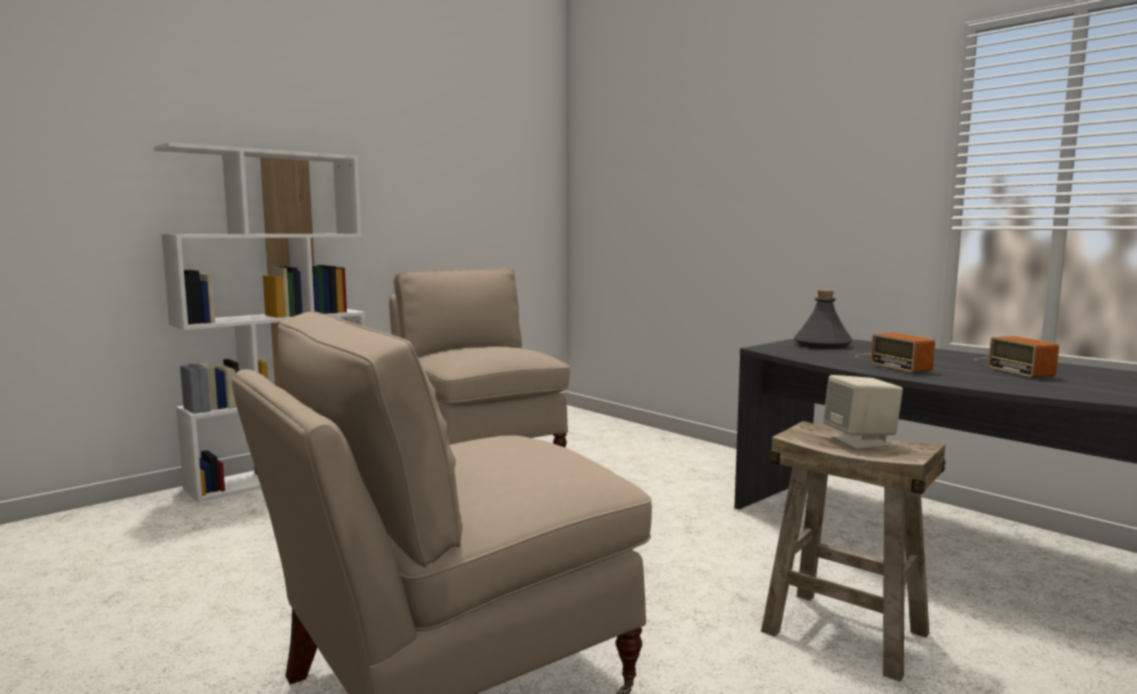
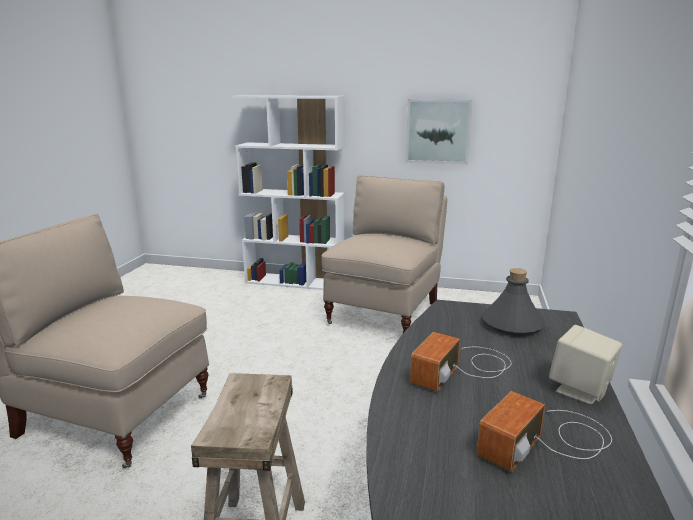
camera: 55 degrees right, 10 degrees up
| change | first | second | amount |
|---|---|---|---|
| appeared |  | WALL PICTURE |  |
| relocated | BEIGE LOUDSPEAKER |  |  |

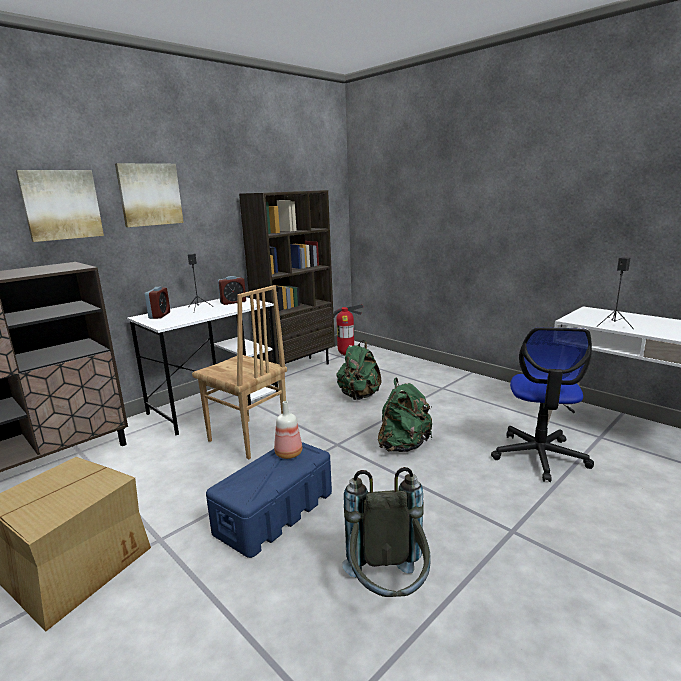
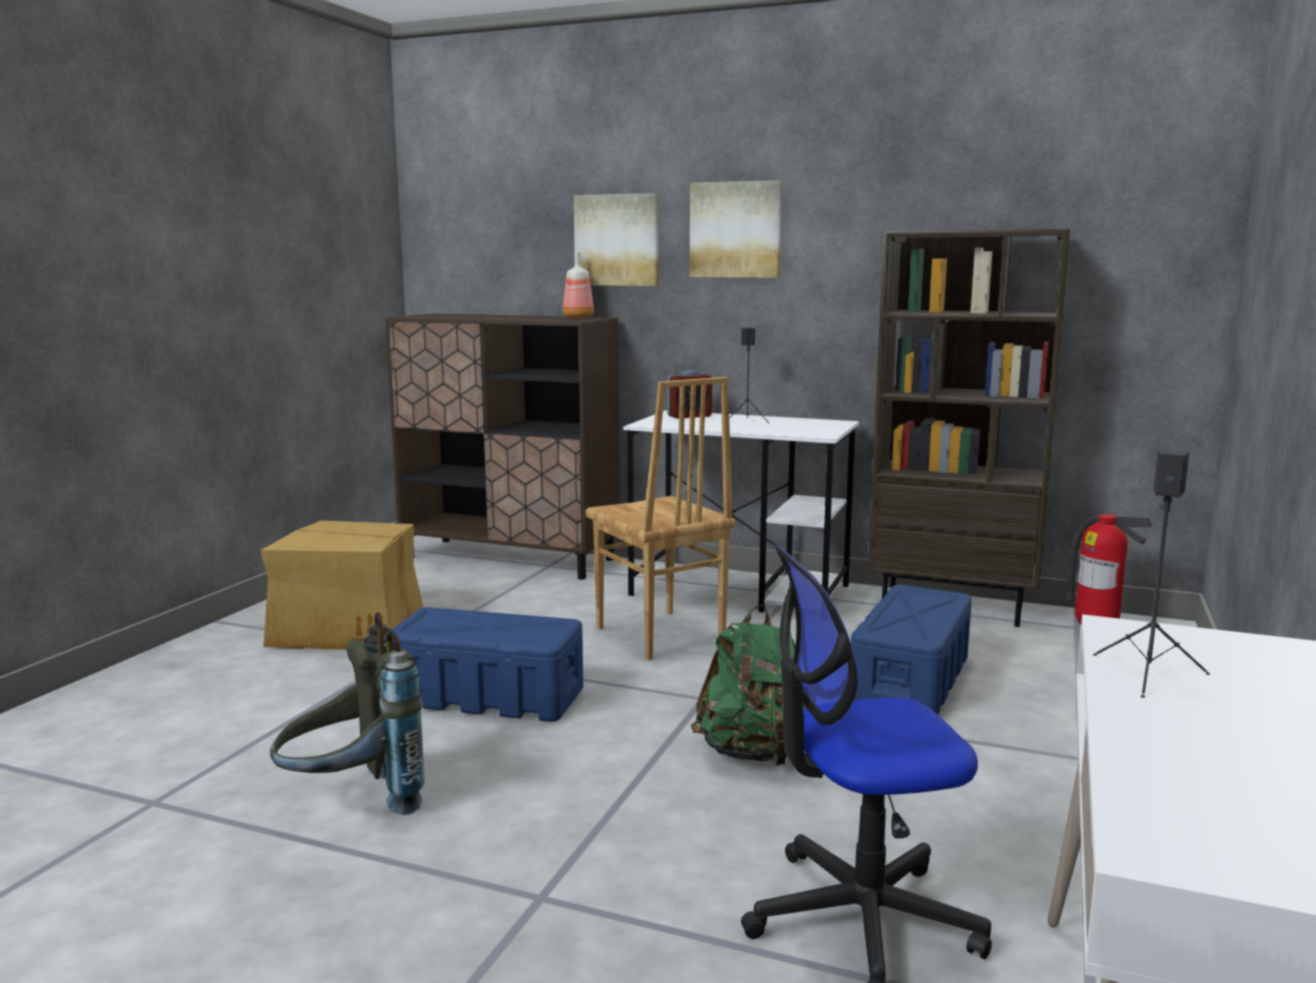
camera: 65 degrees right, 5 degrees down
| change | first | second | amount |
|---|---|---|---|
| relocated | DRINK BOTTLE |  |  |
| spun | BROWNISH UPRIGHT CHAIR |  | 45 degrees counterclockwise |
| exchanged | GREEN-COLOURED BACKPACK (no. 1 from left) | BLUISH STORAGE BOX (no. 2 from left) |  |
| missing | ALARM CLOCK (no. 2 from left) |  |  |

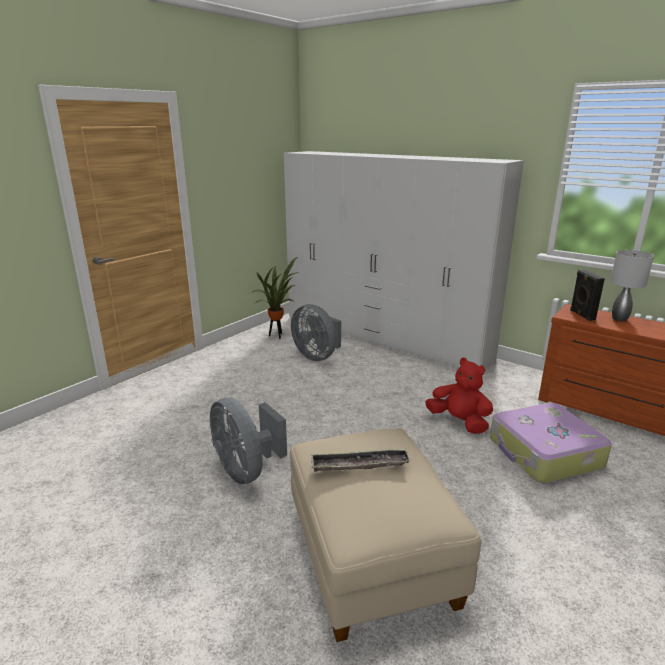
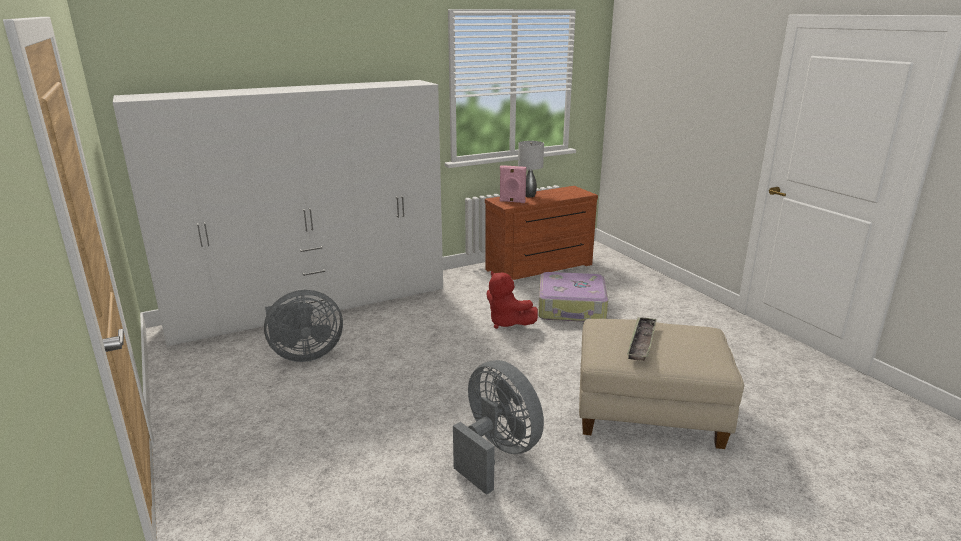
camera: 65 degrees left, 0 degrees up
| change | first | second | amount |
|---|---|---|---|
| spun | GREY ELECTRIC FAN (no. 1 from left in the first image) | GREY ELECTRIC FAN (no. 2 from left) | 120 degrees counterclockwise |
| spun | RED SOFT TOY |  | 105 degrees counterclockwise |
| colour | BLACK LOUDSPEAKER | PINKISH LOUDSPEAKER |  |
| missing | PLANT IN A POT |  |  |

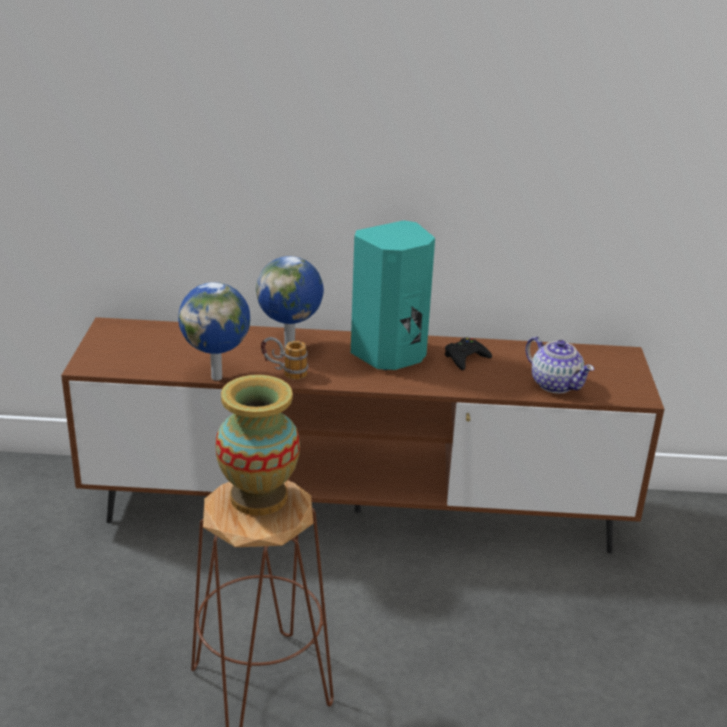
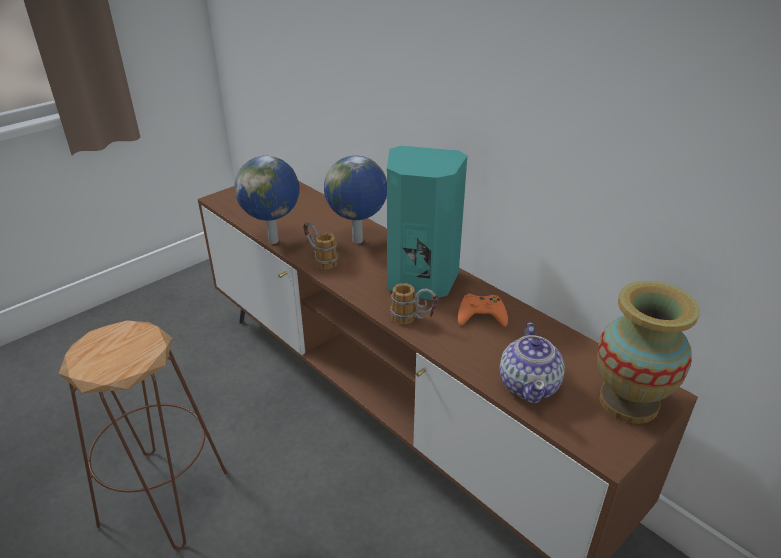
camera: 45 degrees right, 5 degrees up
| change | first | second | amount |
|---|---|---|---|
| appeared |  | MUG (no. 2 from left) |  |
| colour | BLACK GAMEPAD | ORANGEY GAMEPAD |  |
| relocated | DECORATIVE VASE |  |  |

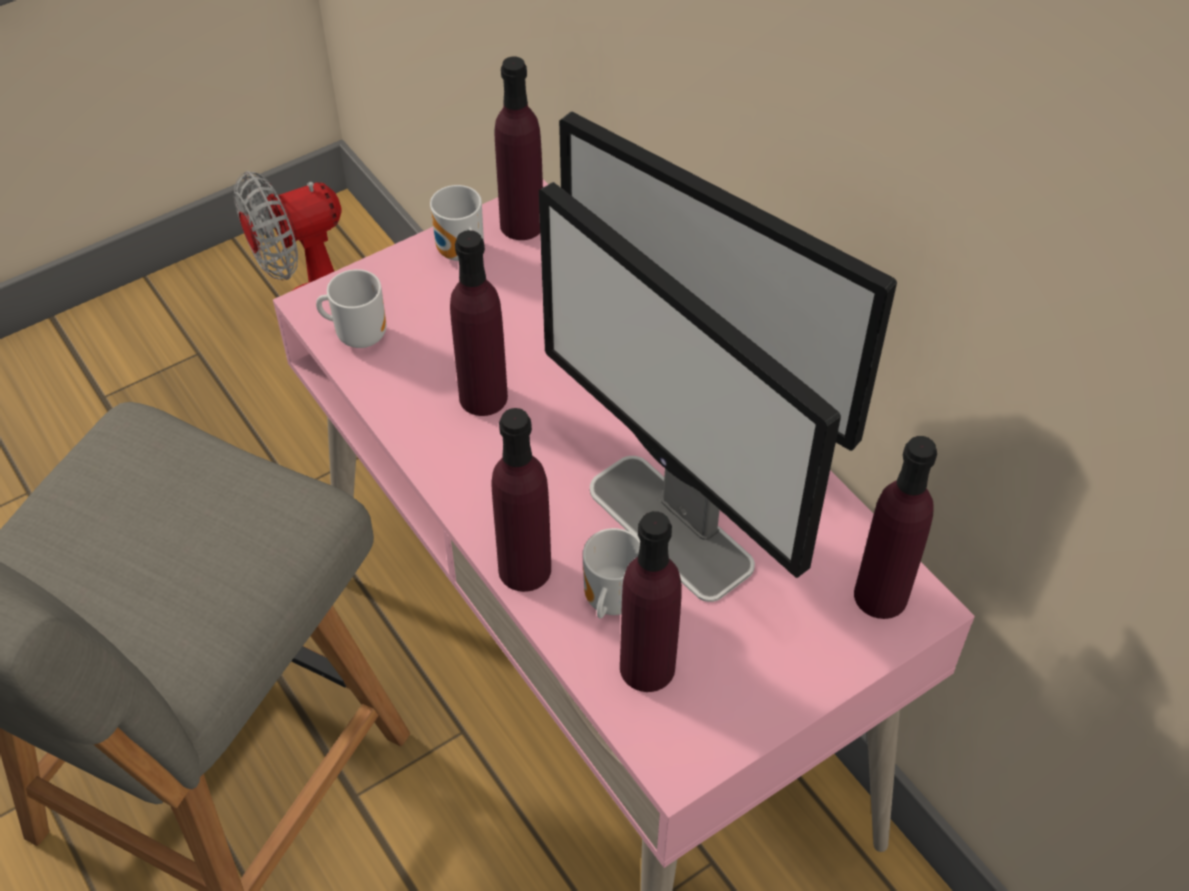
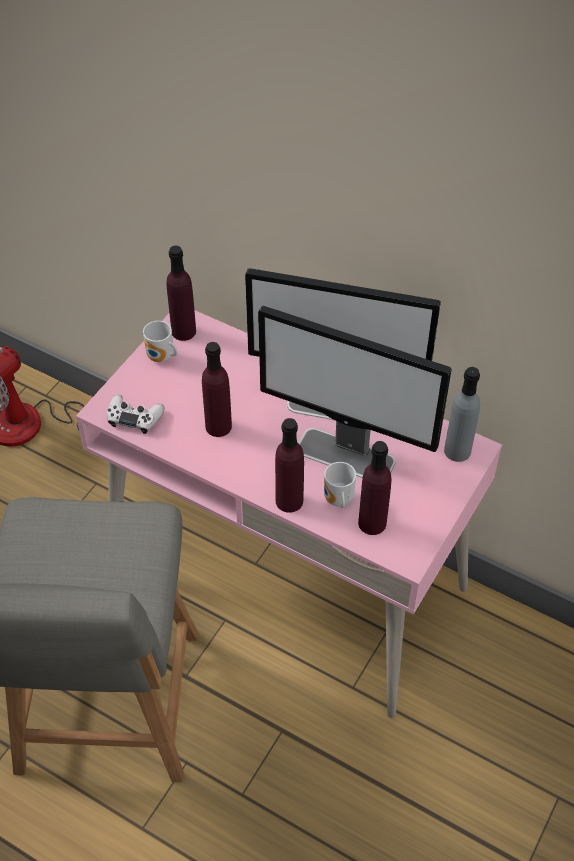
camera: 25 degrees left, 0 degrees up
| change | first | second | amount |
|---|---|---|---|
| exchanged | MUG (no. 1 from left) | WHITE GAMEPAD |  |
| colour | PURPLE-COLOURED DRINK BOTTLE (no. 5 from left) | GREY DRINK BOTTLE |  |

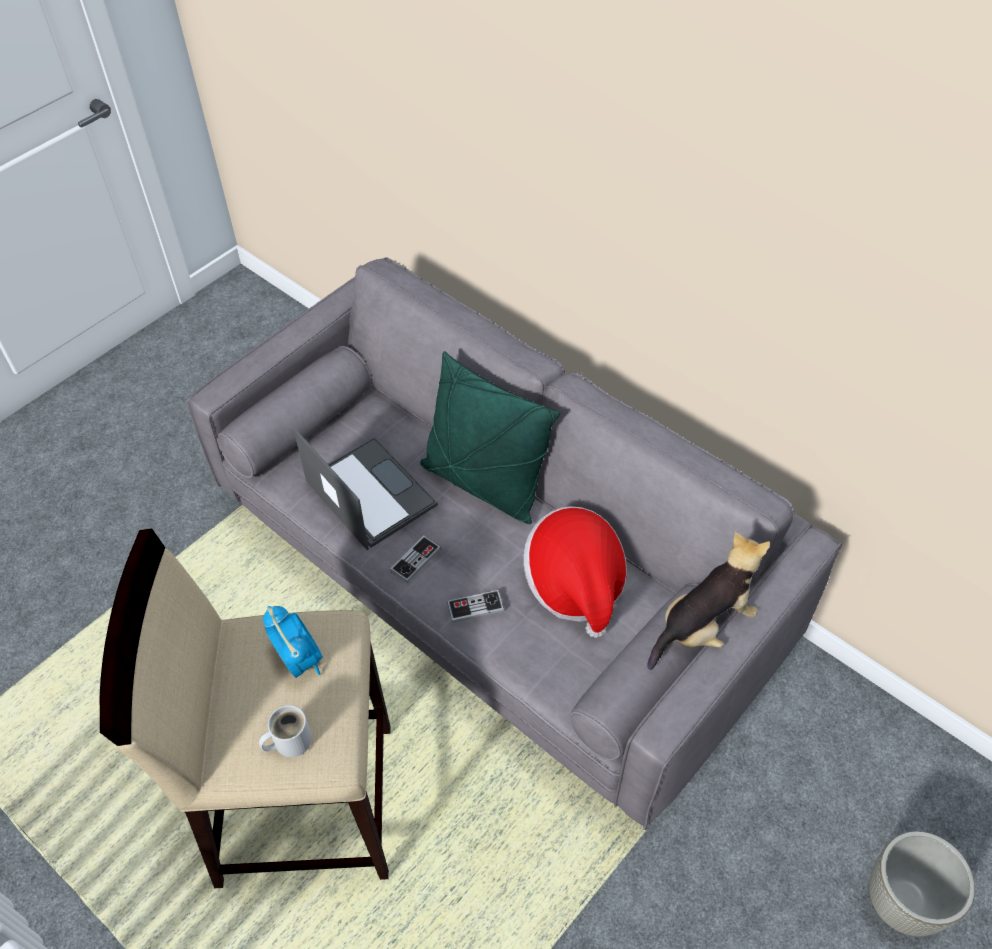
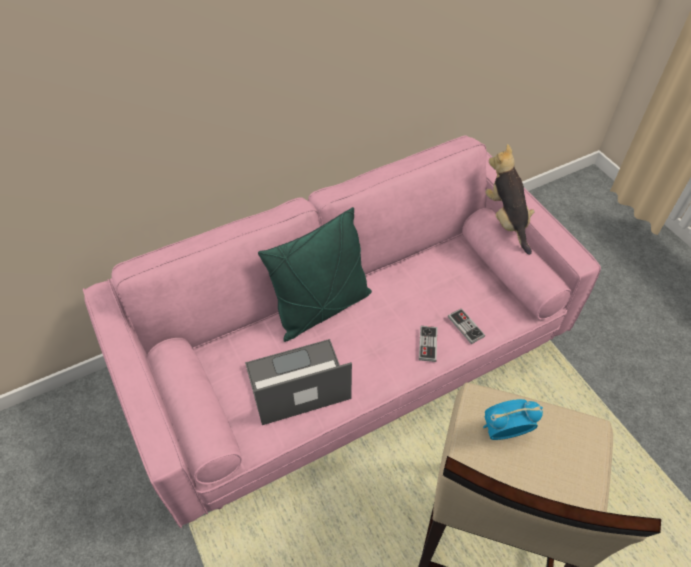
camera: 70 degrees left, 0 degrees up
| change | first | second | amount |
|---|---|---|---|
| colour | GREY SETTEE | PINKISH SETTEE |  |
| relocated | GAMEPAD (no. 1 from left in the first image) | GAMEPAD (no. 2 from left) |  |
| missing | WHITE MUG |  |  |
| missing | CLOTHING HAT |  |  |
| missing | GREY PLANT POT |  |  |

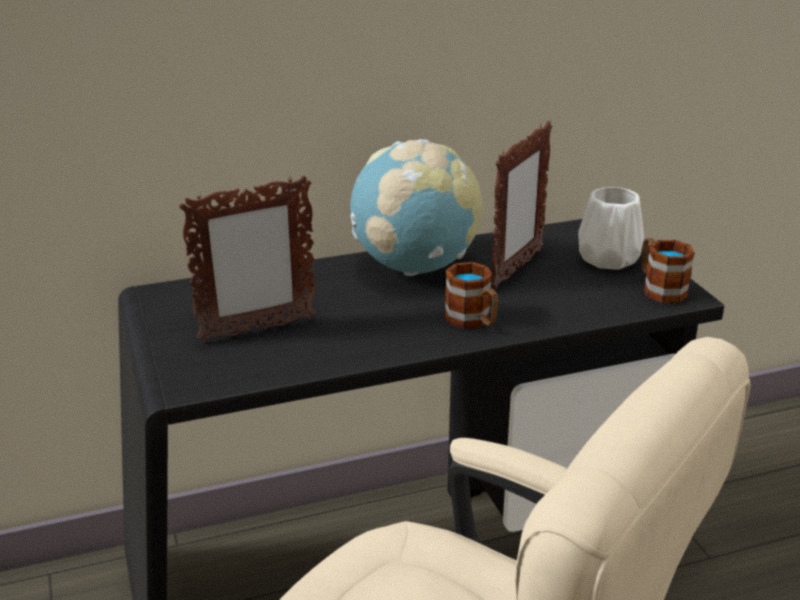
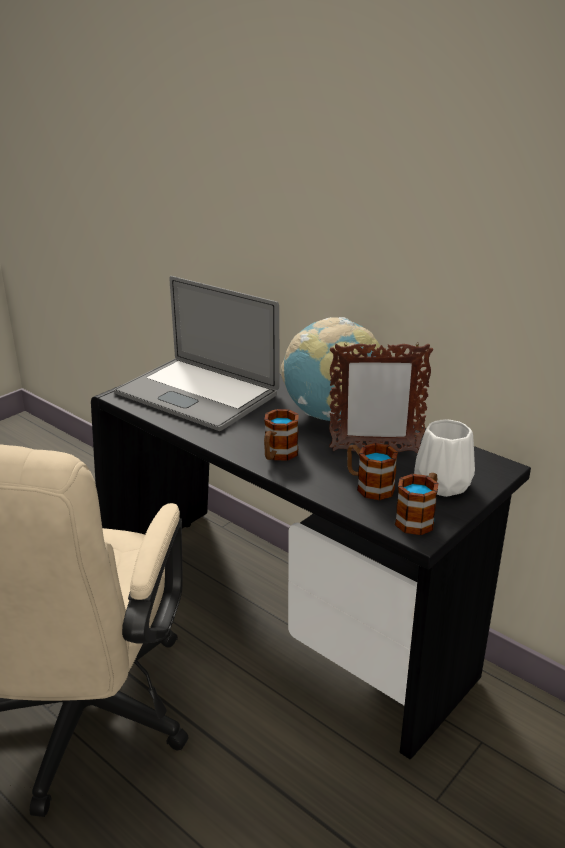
camera: 60 degrees right, 0 degrees up
| change | first | second | amount |
|---|---|---|---|
| exchanged | PICTURE FRAME (no. 1 from left) | PORTABLE COMPUTER |  |
| appeared |  | MUG (no. 2 from left) |  |

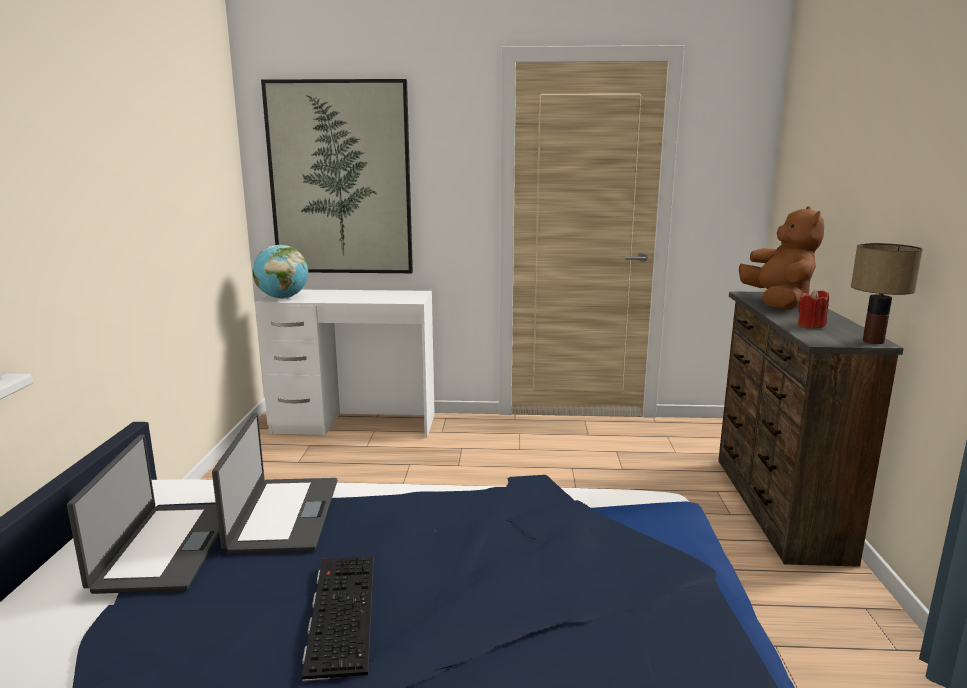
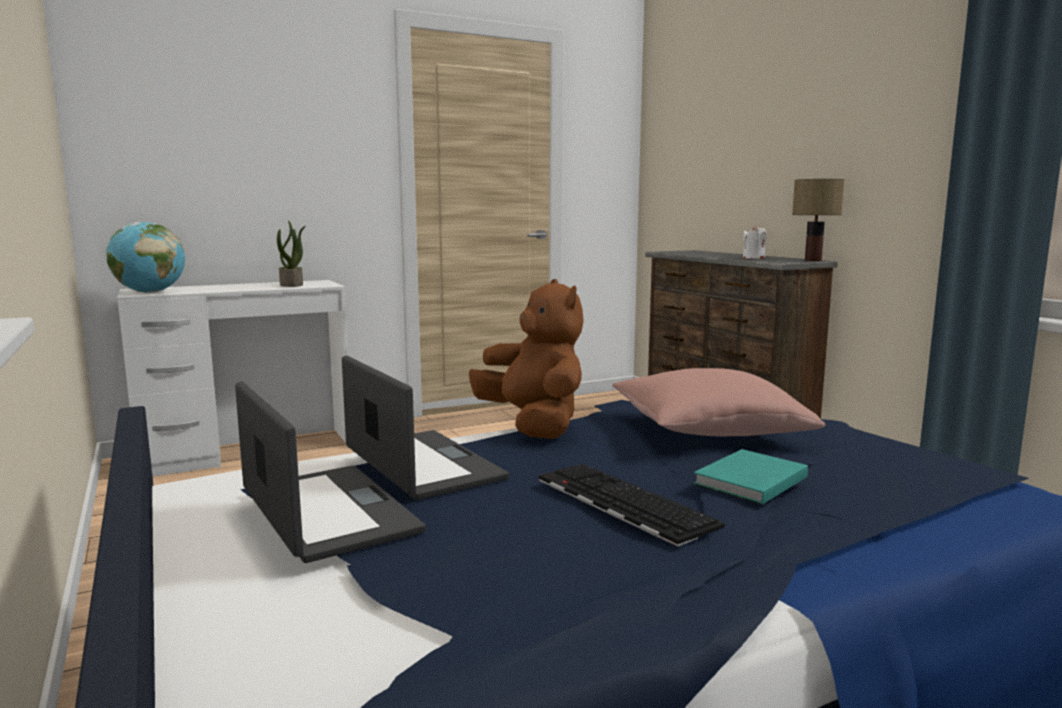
camera: 30 degrees left, 5 degrees down
| change | first | second | amount |
|---|---|---|---|
| appeared |  | PLANT IN A POT |  |
| relocated | BROWNISH SOFT TOY |  |  |
| appeared |  | PINKISH CUSHION |  |
| appeared |  | BLUE-GREEN BOUND BOOK |  |
| colour | RED CANDLE | WHITE CANDLE |  |
| missing | WALL PICTURE |  |  |

